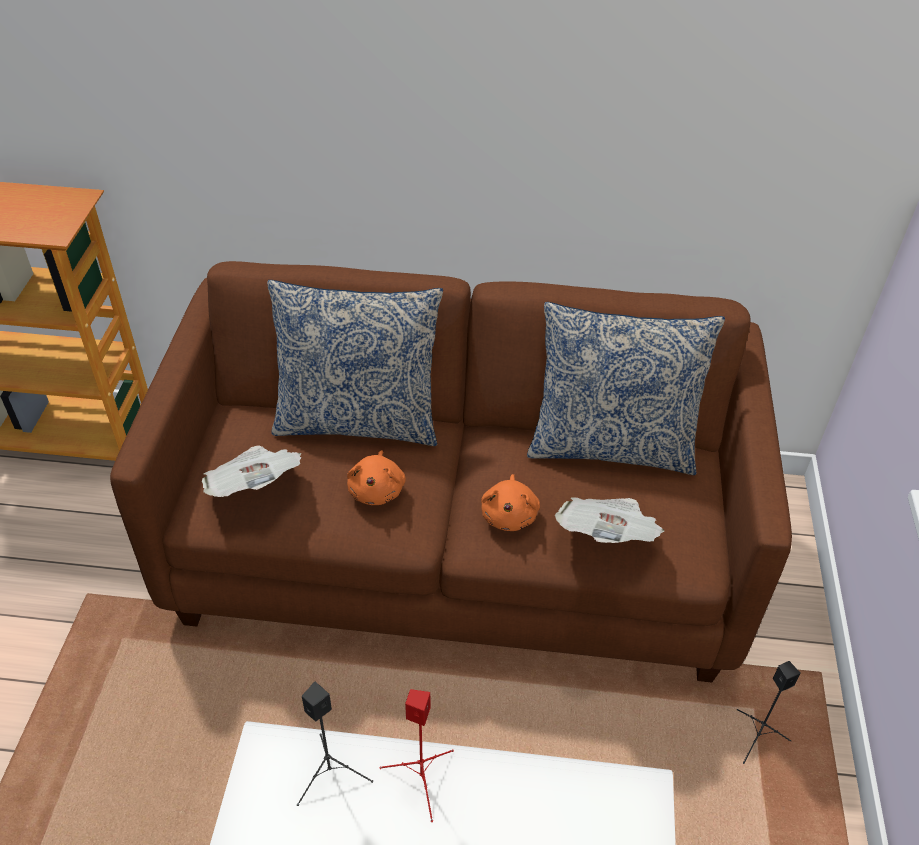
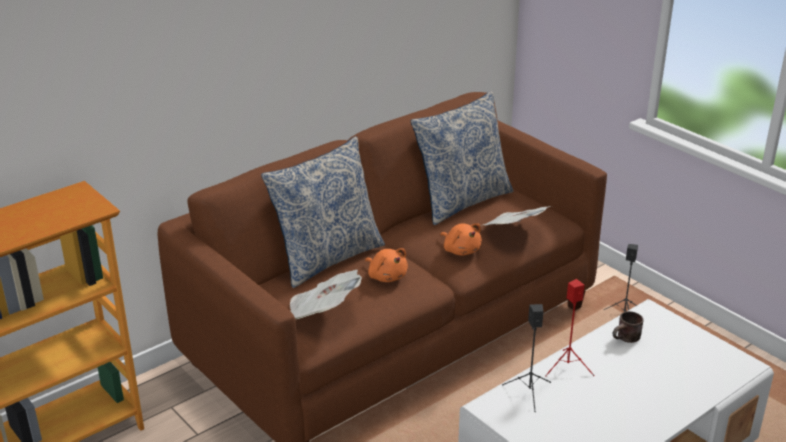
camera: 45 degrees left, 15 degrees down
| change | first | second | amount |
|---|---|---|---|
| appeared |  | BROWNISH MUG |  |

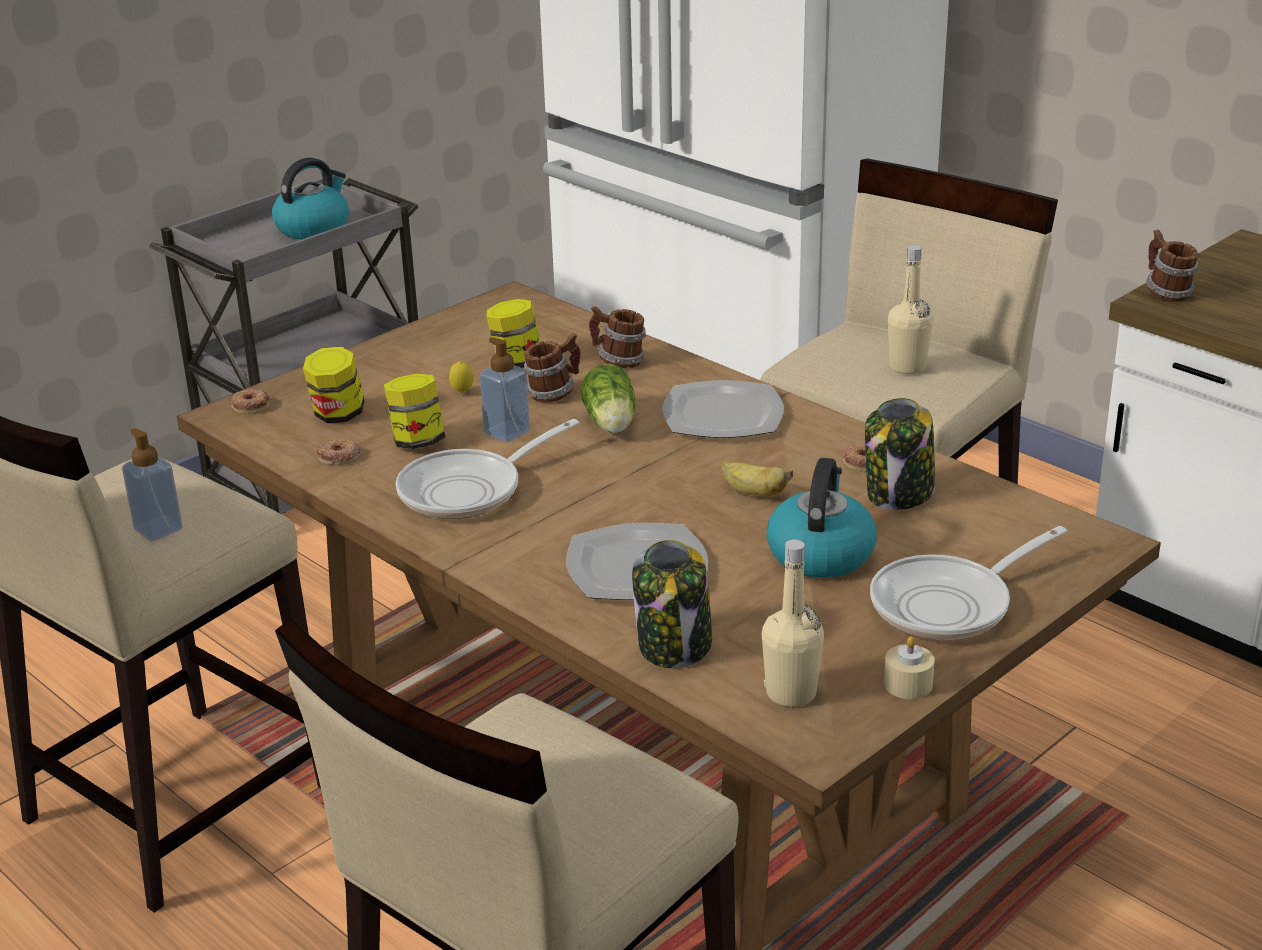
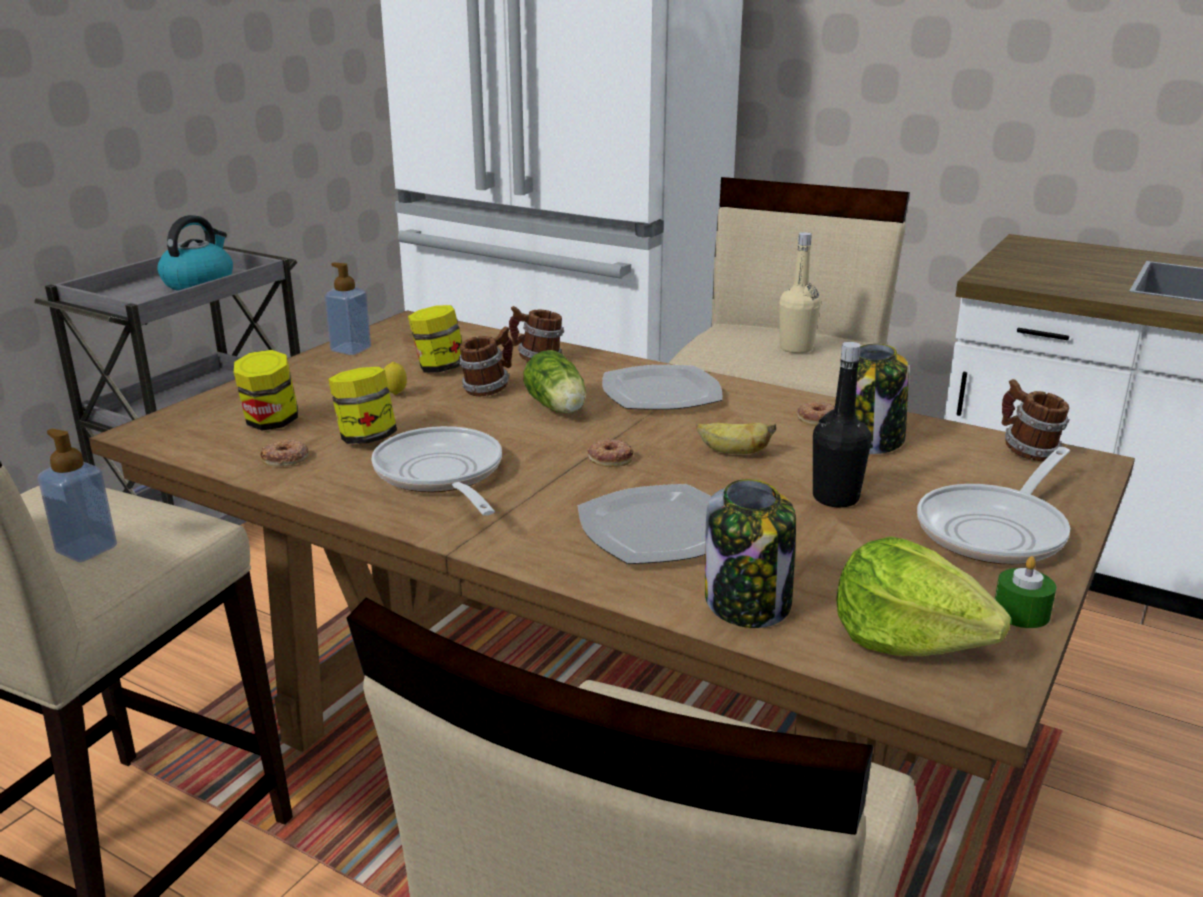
camera: 15 degrees left, 5 degrees down
| change | first | second | amount |
|---|---|---|---|
| relocated | LIQUID SOAP BOTTLE (no. 2 from left) |  |  |
| spun | PAN (no. 1 from left) |  | 120 degrees clockwise |
| relocated | RING DOUGHNUT (no. 1 from left in the first image) | RING DOUGHNUT (no. 2 from left) |  |
| exchanged | WATER KETTLE (no. 2 from left) | BLACK DRINK BOTTLE |  |
| exchanged | BEIGE DRINK BOTTLE (no. 1 from left) | LETTUCE (no. 2 from left) |  |
| colour | BEIGE CANDLE | GREEN-COLOURED CANDLE |  |
| relocated | MUG (no. 3 from left) |  |  |

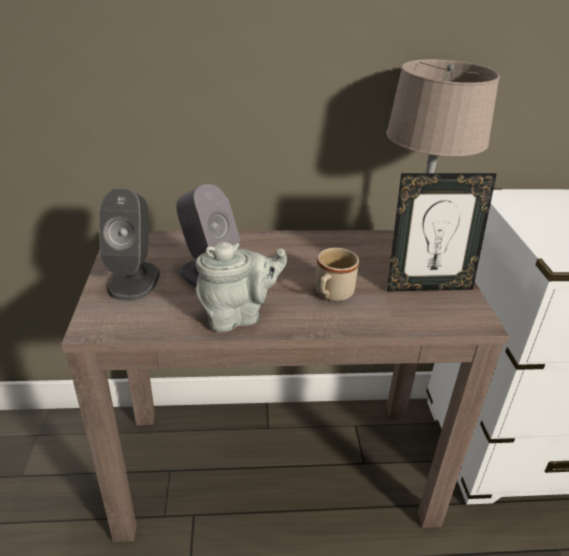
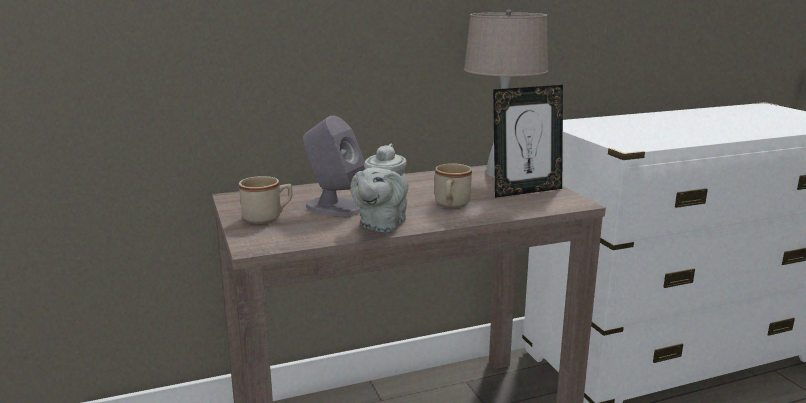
camera: 15 degrees left, 15 degrees down
| change | first | second | amount |
|---|---|---|---|
| exchanged | GREY LOUDSPEAKER (no. 1 from left) | BEIGE MUG (no. 1 from left) |  |
| spun | GREY TEA POT |  | 150 degrees clockwise |

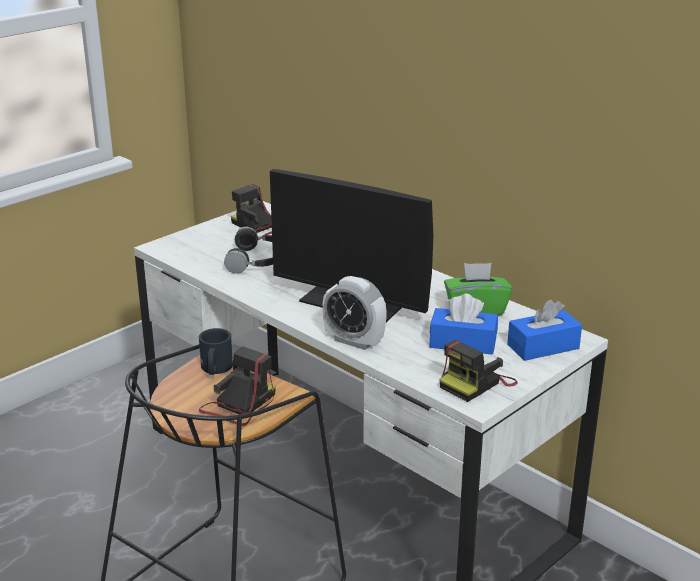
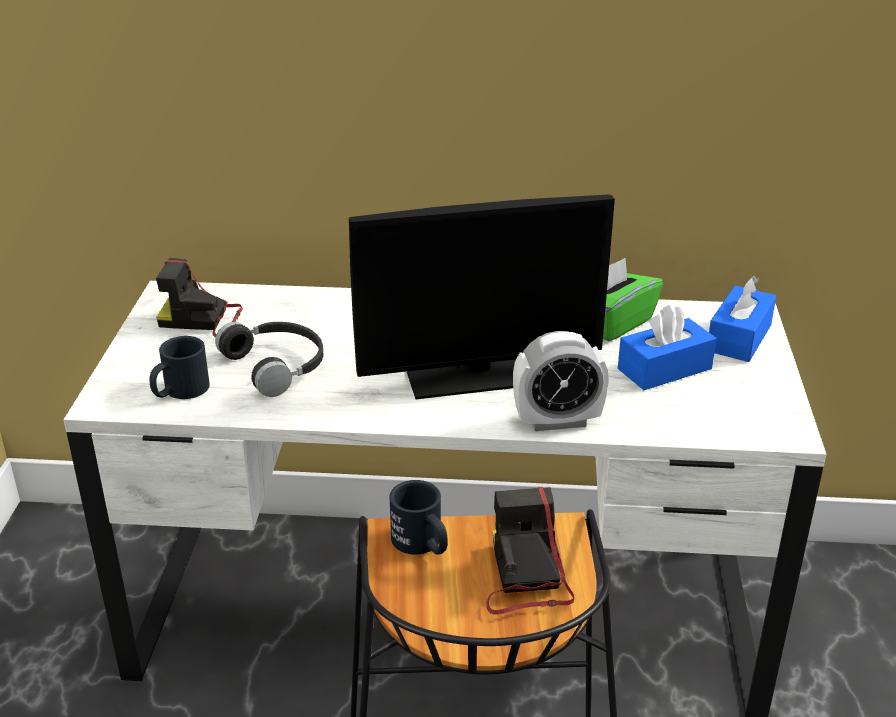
camera: 40 degrees left, 5 degrees up
| change | first | second | amount |
|---|---|---|---|
| appeared |  | BLACK MUG (no. 1 from left) |  |
| missing | PHOTO CAMERA (no. 3 from left) |  |  |

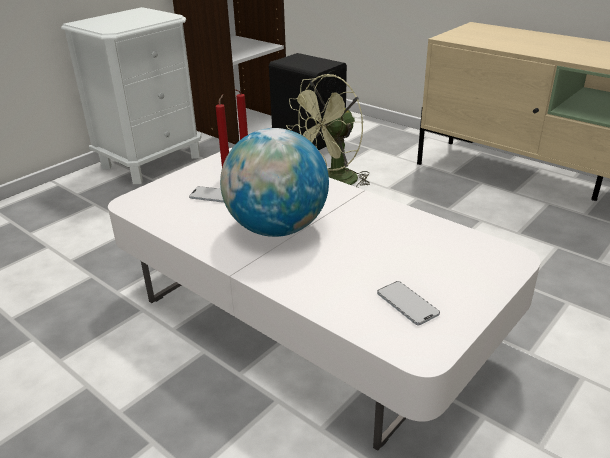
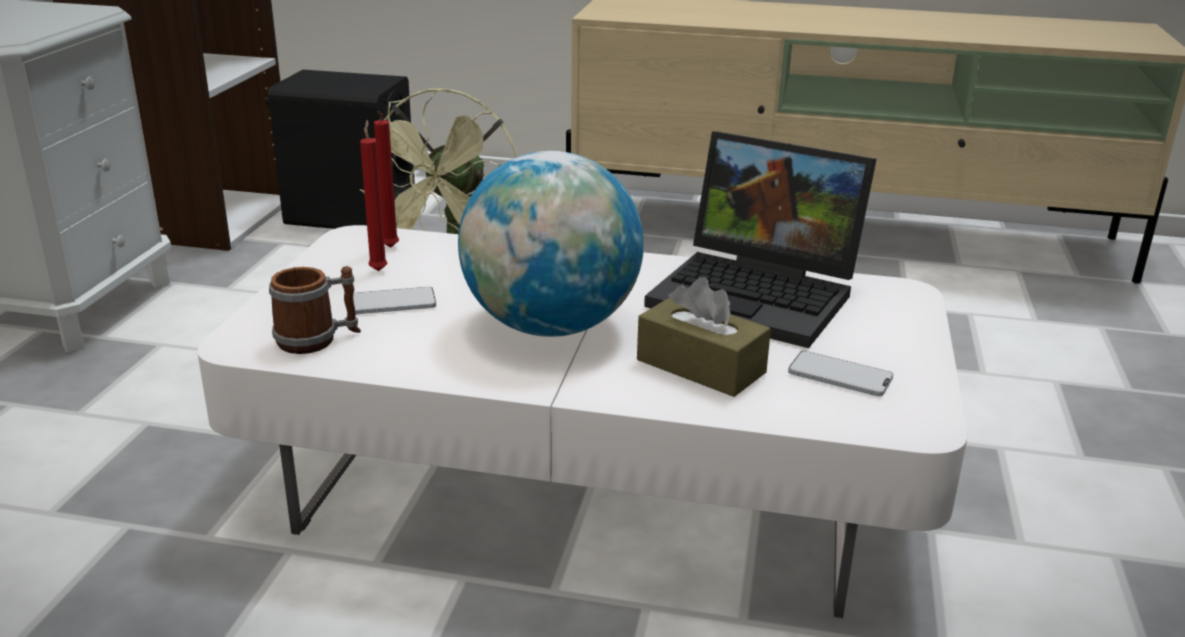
camera: 30 degrees left, 5 degrees down
| change | first | second | amount |
|---|---|---|---|
| appeared |  | MUG |  |
| appeared |  | BROWNISH TISSUE HOLDER |  |
| appeared |  | PORTABLE COMPUTER |  |

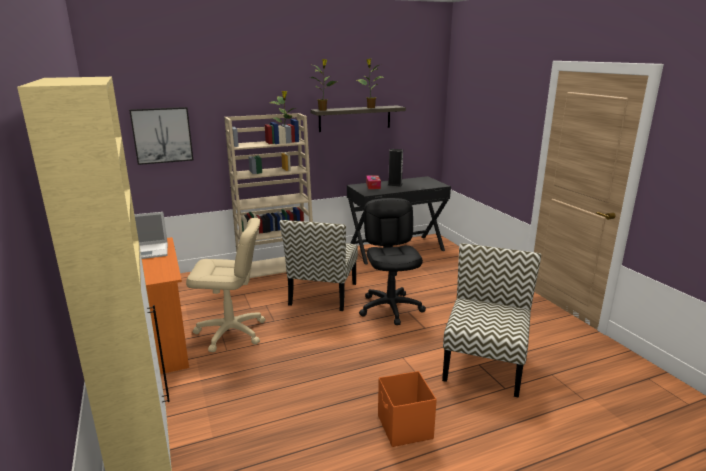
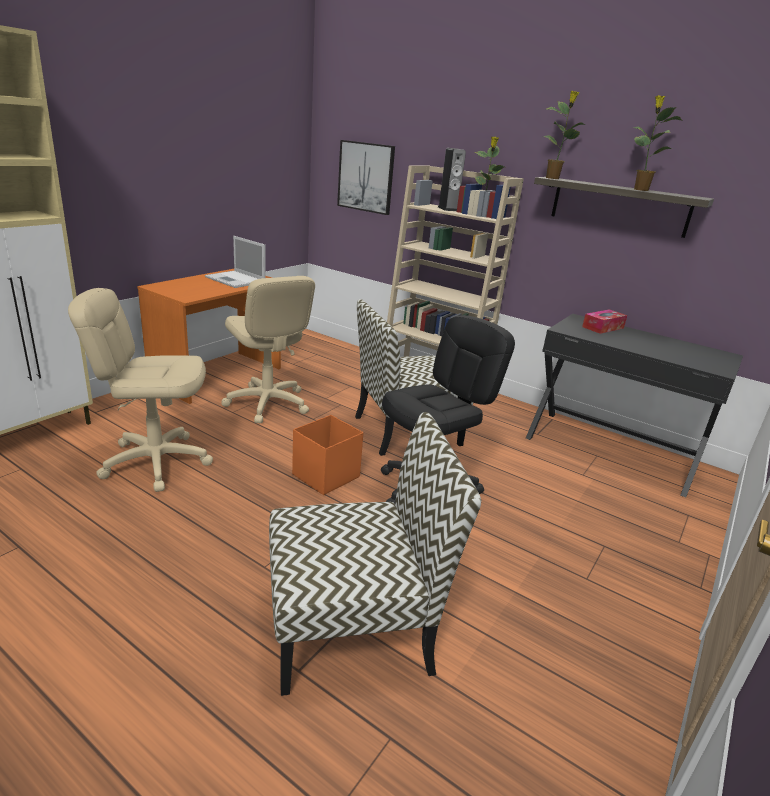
camera: 55 degrees right, 5 degrees up
| change | first | second | amount |
|---|---|---|---|
| appeared |  | BEIGE DESK CHAIR (no. 1 from left) |  |
| relocated | ORANGEY STORAGE BOX |  |  |
| relocated | LOUDSPEAKER |  |  |

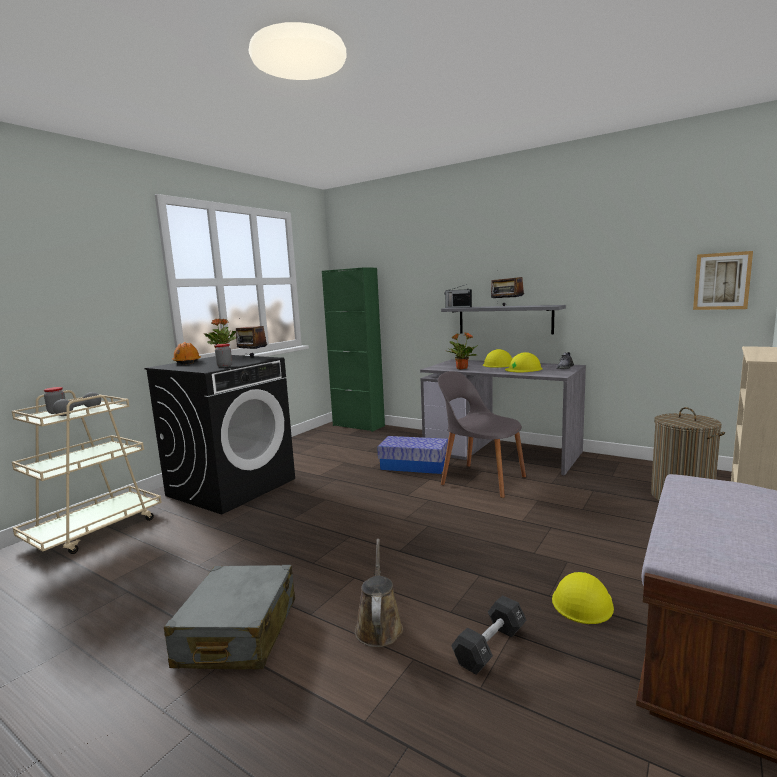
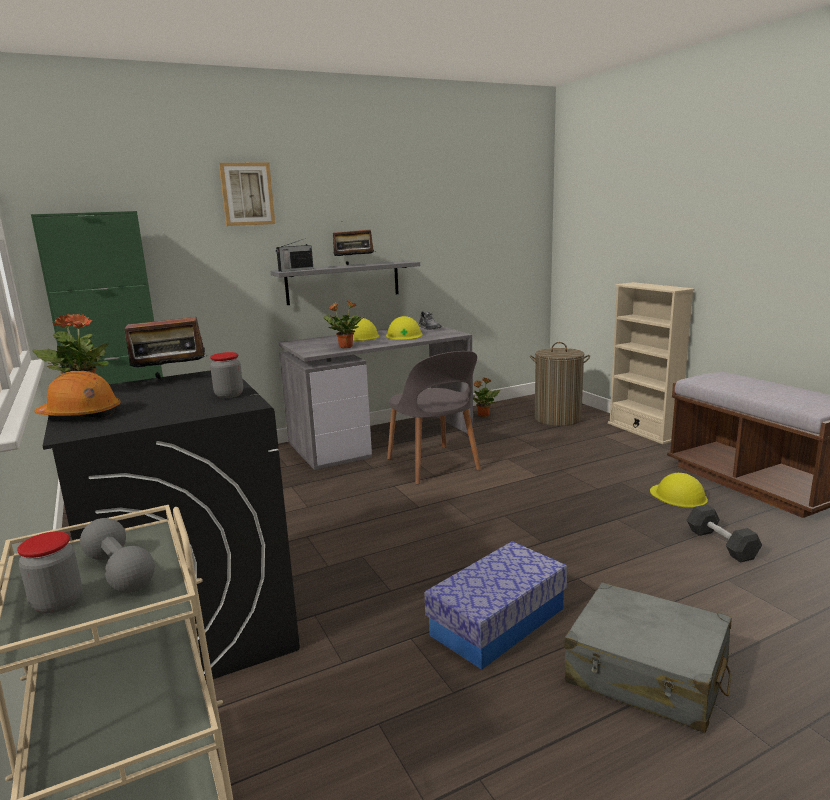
camera: 60 degrees left, 5 degrees up
| change | first | second | amount |
|---|---|---|---|
| relocated | WALL PICTURE |  |  |
| spun | GREY UPRIGHT CHAIR |  | 90 degrees counterclockwise |
| relocated | STORAGE BOX |  |  |
| appeared |  | PLANT IN A POT (no. 3 from left) |  |
| missing | BROWNISH WATERING CAN |  |  |

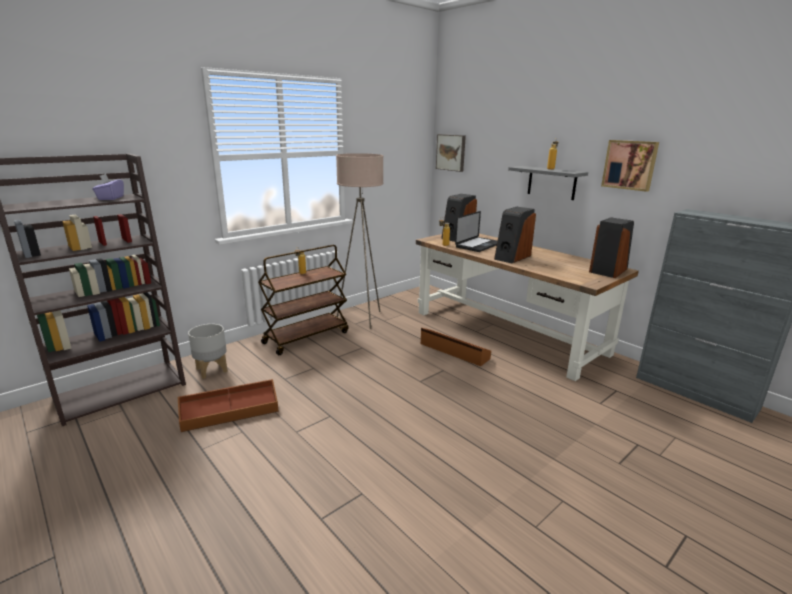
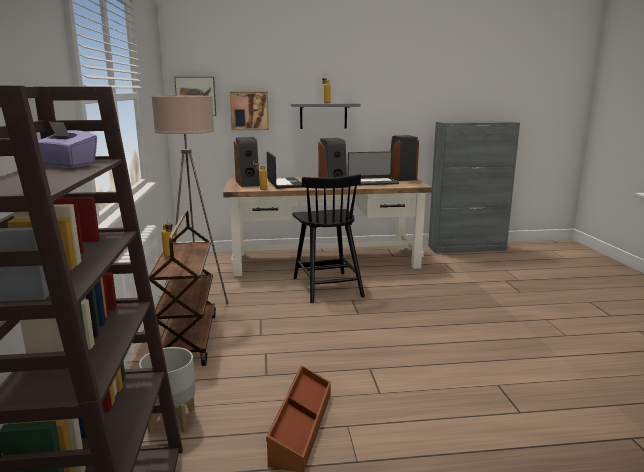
camera: 55 degrees left, 5 degrees down
| change | first | second | amount |
|---|---|---|---|
| relocated | WALL PICTURE (no. 2 from left) |  |  |
| exchanged | BROWNISH STORAGE BOX (no. 2 from left) | BLACK UPRIGHT CHAIR |  |
| appeared |  | PORTABLE COMPUTER (no. 2 from left) |  |

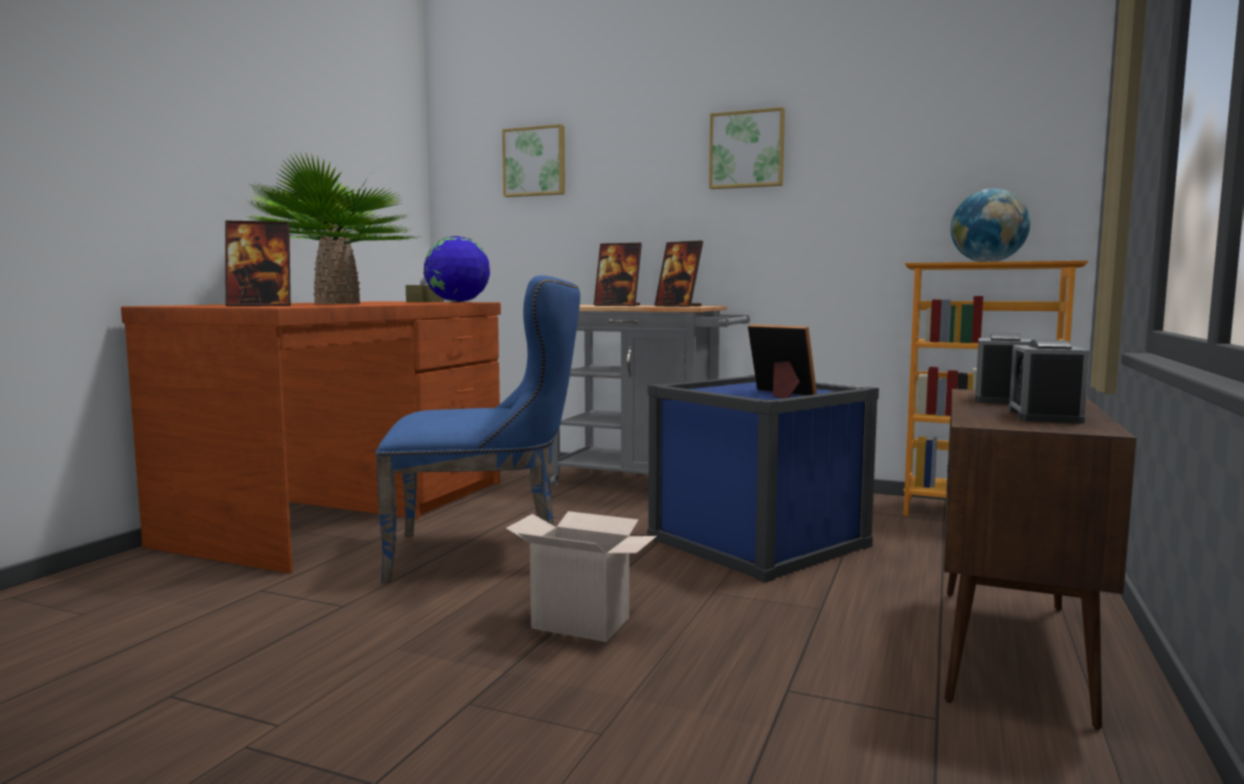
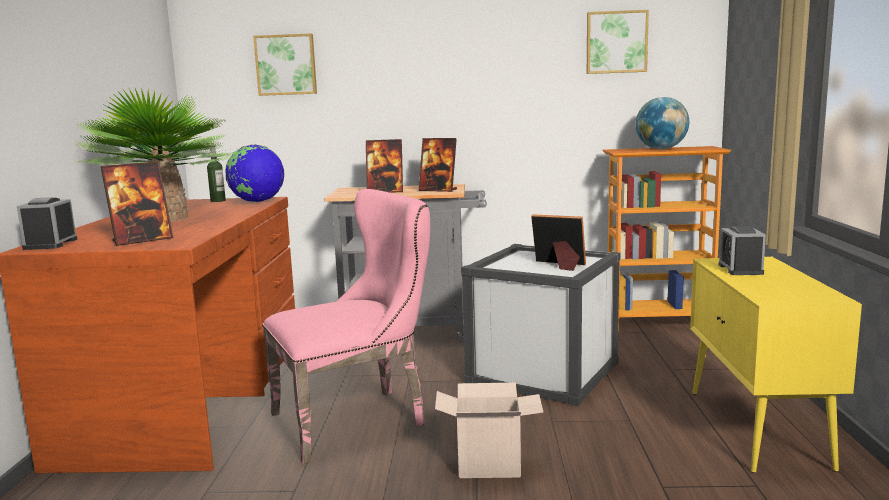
camera: 20 degrees left, 5 degrees up
| change | first | second | amount |
|---|---|---|---|
| relocated | ALARM CLOCK (no. 2 from left in the first image) | ALARM CLOCK (no. 1 from left) |  |
| exchanged | BROWNISH TISSUE HOLDER | DRINK BOTTLE |  |
| colour | BLUISH UPRIGHT CHAIR | PINKISH UPRIGHT CHAIR |  |
| colour | BLUISH STORAGE BOX | WHITE STORAGE BOX |  |
| relocated | WALL PICTURE (no. 2 from left) |  |  |
| colour | BROWNISH CUPBOARD | YELLOW CUPBOARD |  |

